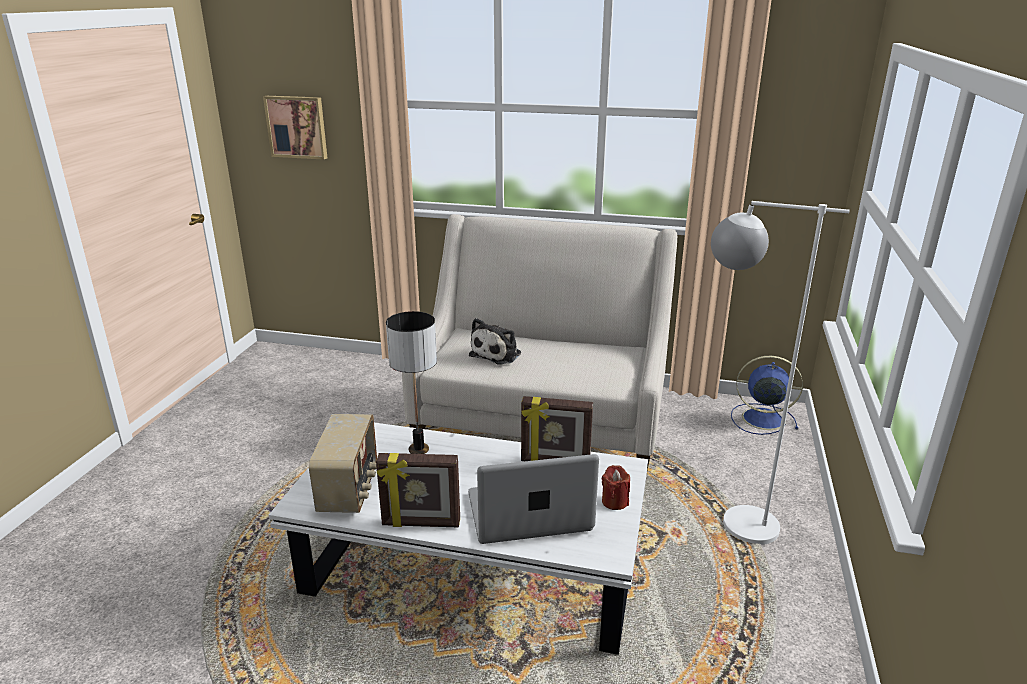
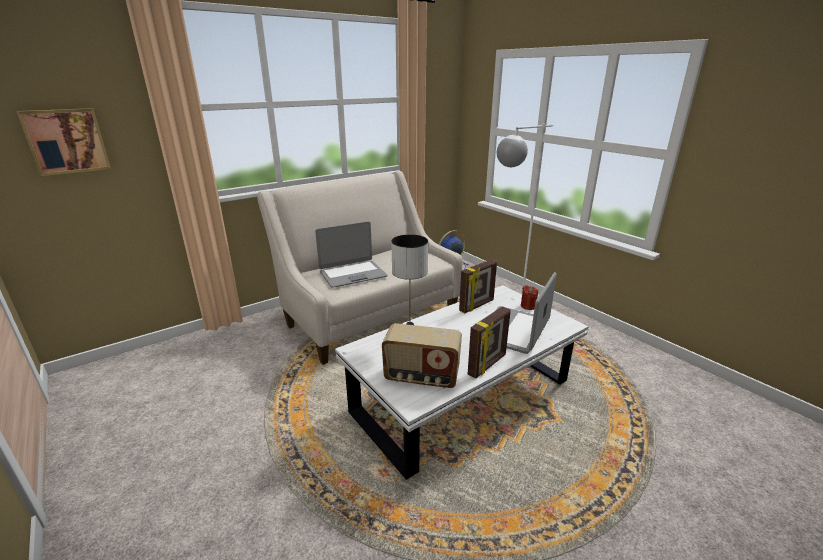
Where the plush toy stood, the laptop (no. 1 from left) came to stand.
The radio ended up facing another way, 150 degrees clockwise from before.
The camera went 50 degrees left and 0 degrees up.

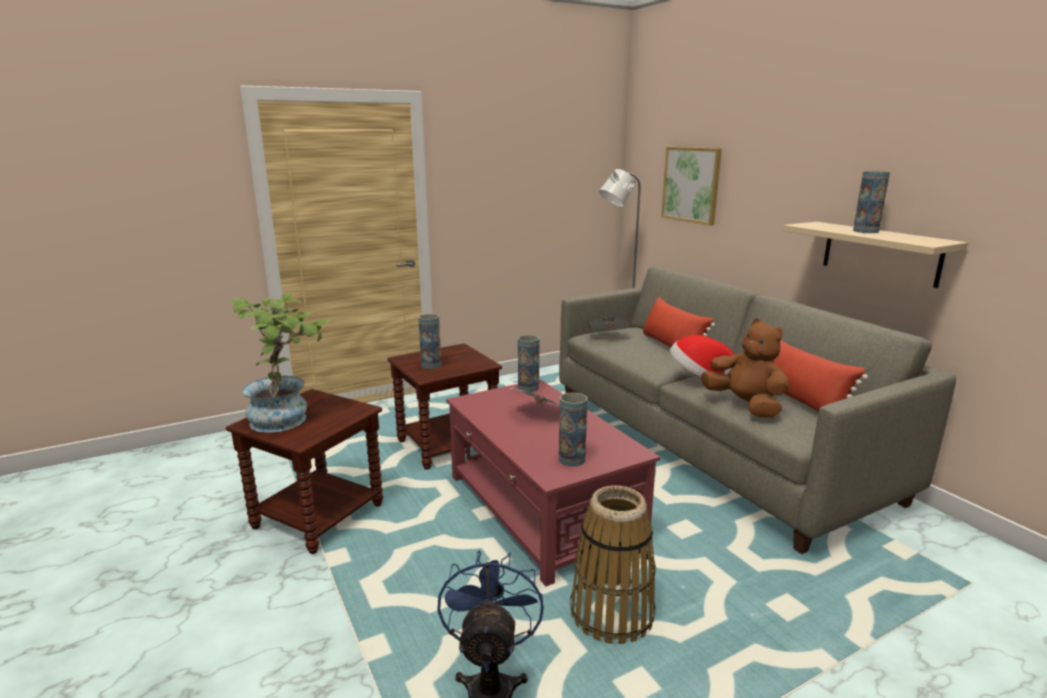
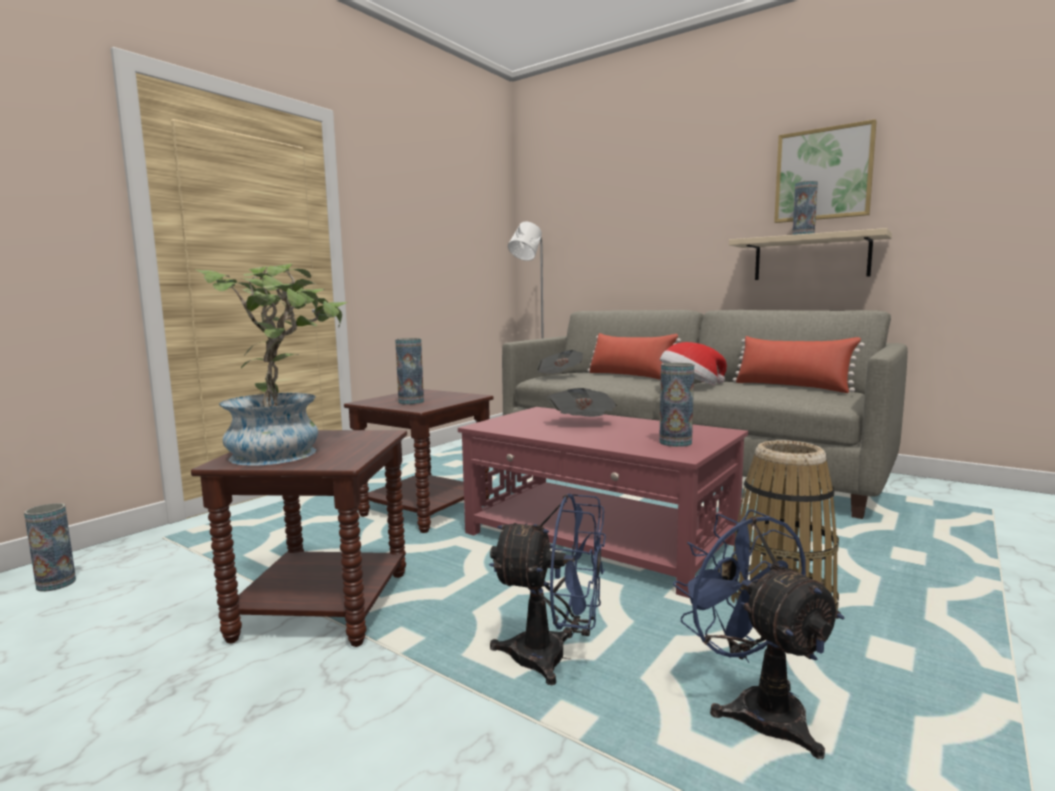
The picture ended up elsewhere.
The second view lost the plush toy (brown).
The vase (no. 2 from left in the first image) ended up elsewhere.
The second view gained the fan (blue) (no. 1 from left).
The camera went 25 degrees left and 10 degrees down.

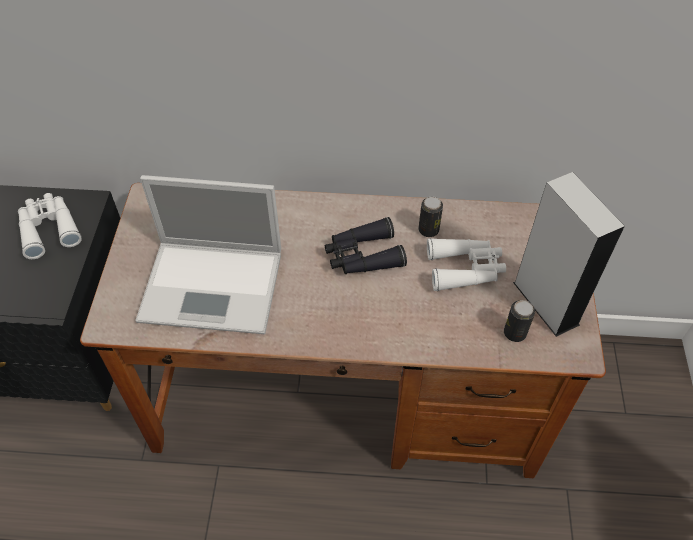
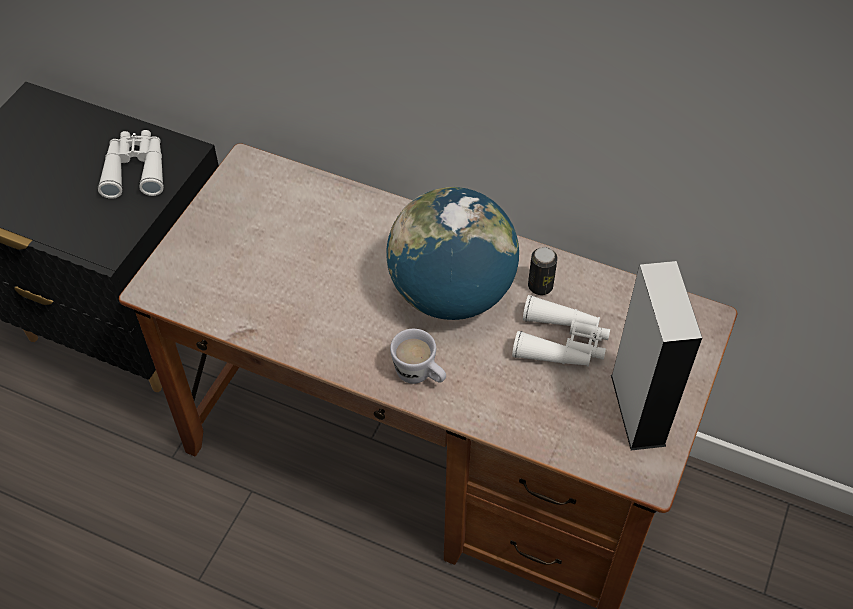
The second view lost the laptop.
Where the binoculars (black) stood, the globe came to stand.
The second view lost the can (no. 2 from left).
The second view gained the mug (white).
The camera went 20 degrees right and 0 degrees up.

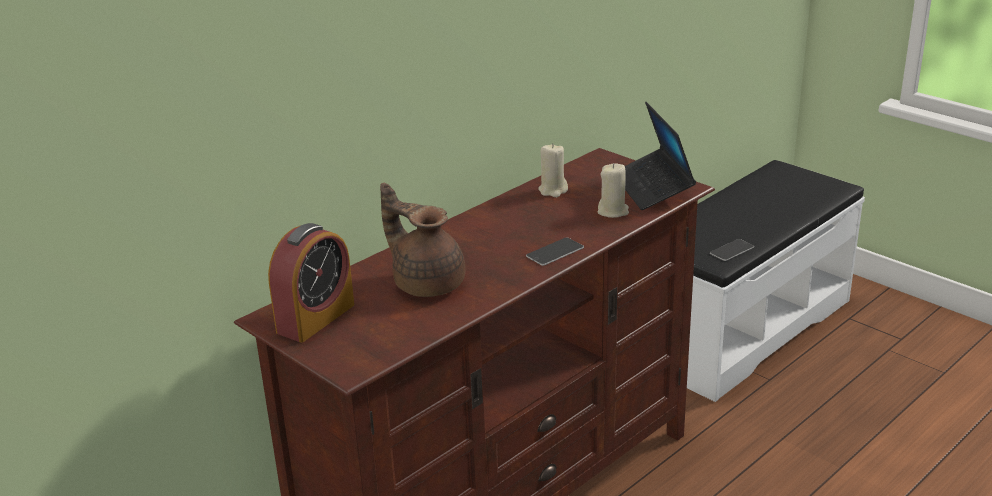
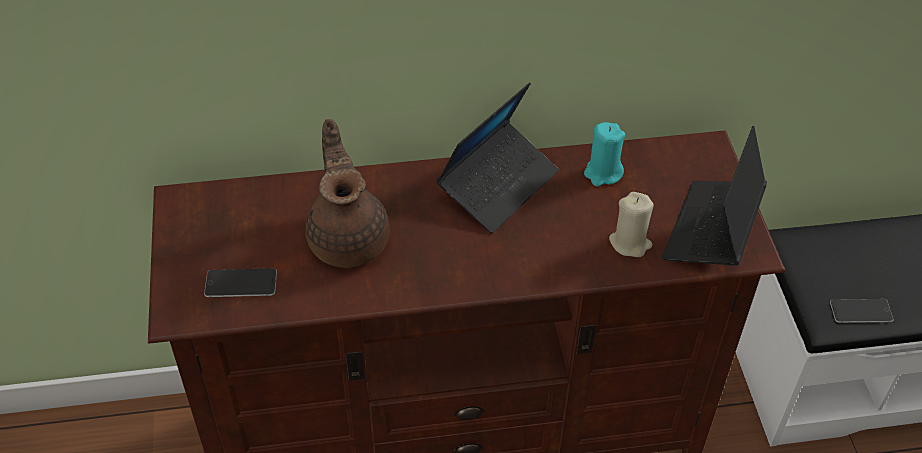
What was the candle (beige) (no. 1 from left) turned into the candle (turquoise).
The second view lost the alarm clock.
The phone (no. 1 from left) ended up elsewhere.
The second view gained the laptop (no. 1 from left).
The camera went 35 degrees right and 20 degrees up.

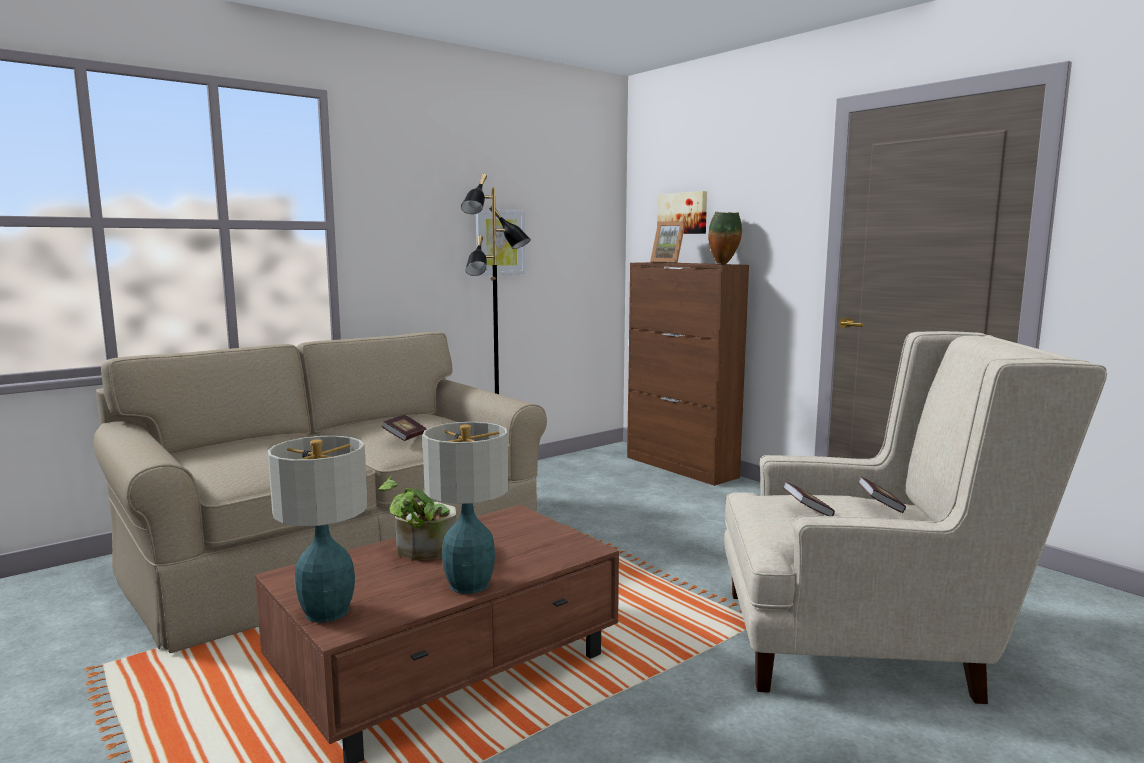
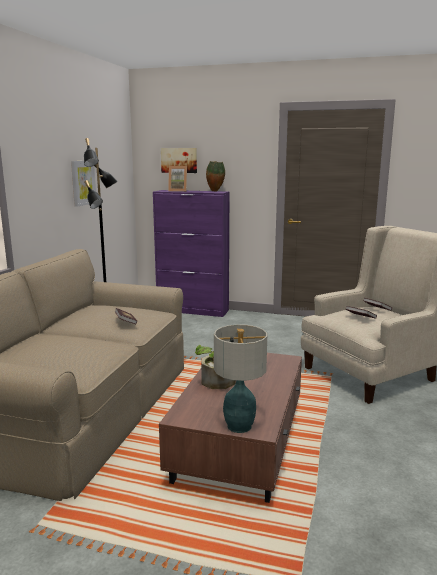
What was the cabinet (brown) turned into the cabinet (purple).
The second view lost the table lamp (no. 2 from left).
The camera went 35 degrees left and 5 degrees up.

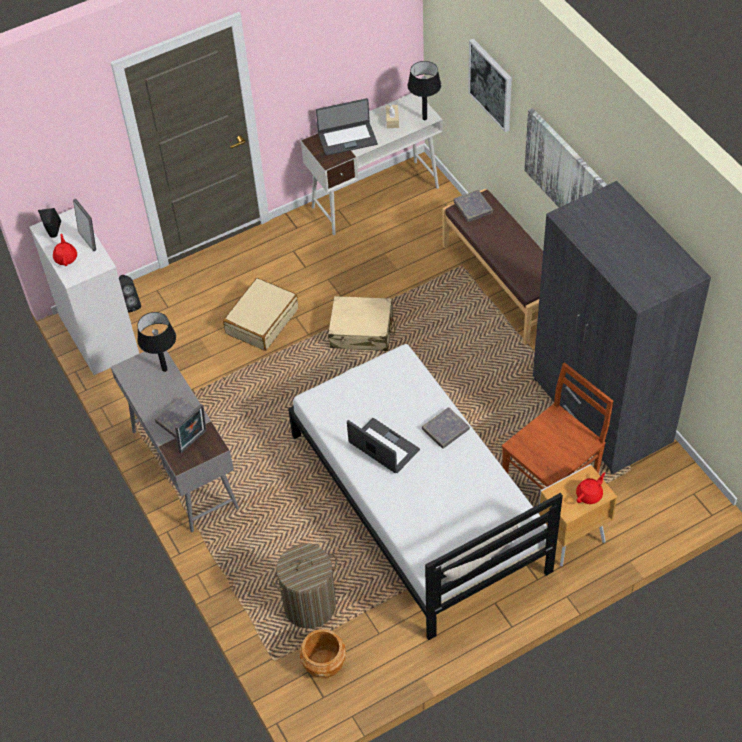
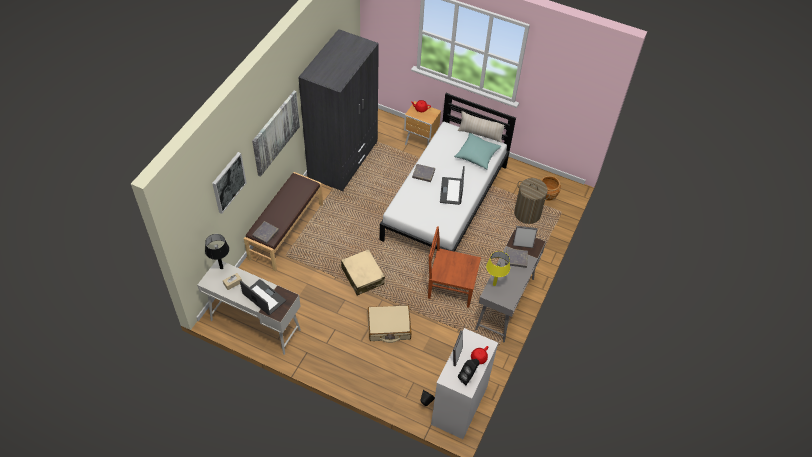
What was the table lamp (black) (no. 1 from left) turned into the table lamp (yellow).
The chair (brown) ended up elsewhere.
The second view gained the pillow (turquoise).
The camera went 130 degrees left and 0 degrees up.

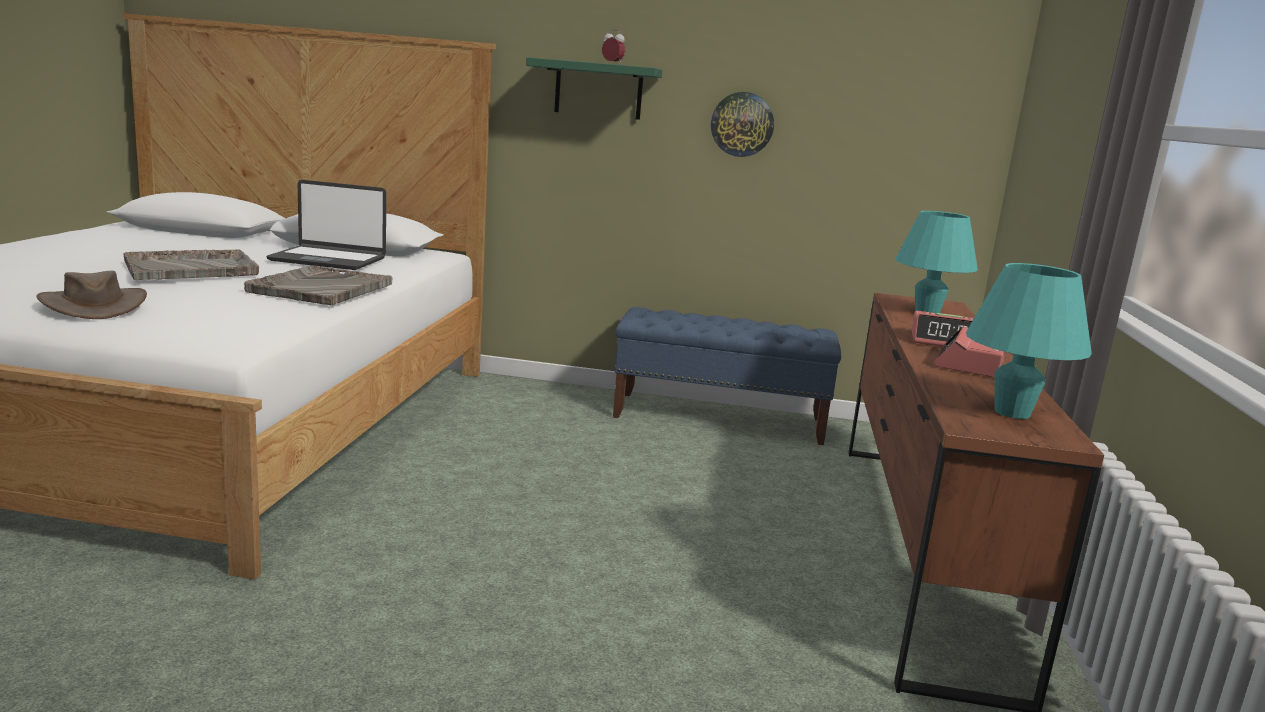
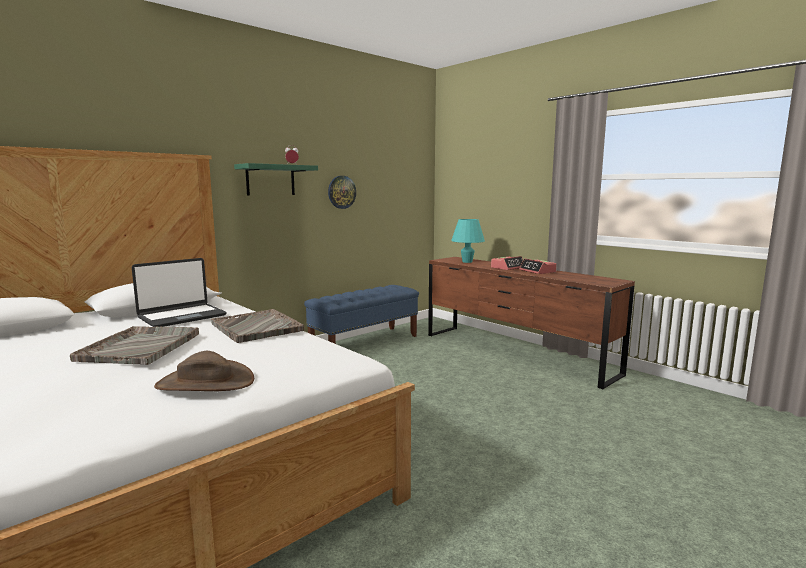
The second view lost the table lamp (turquoise) (no. 2 from left).
The camera went 50 degrees left and 5 degrees down.

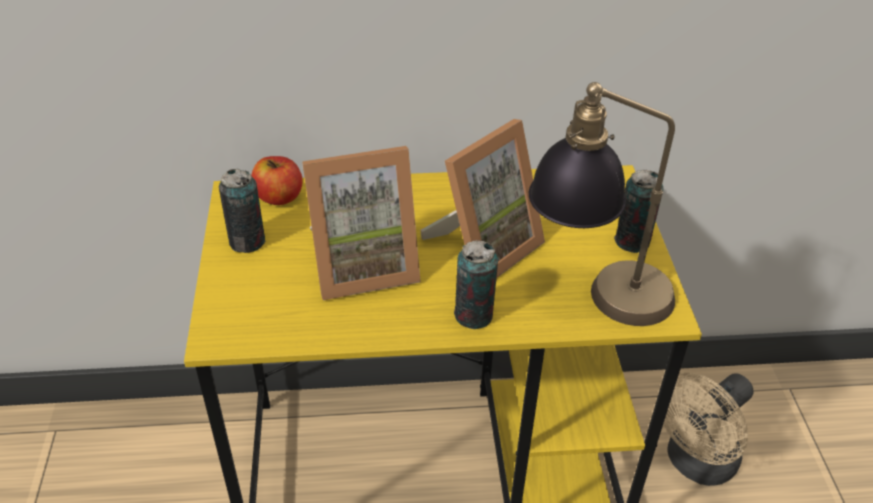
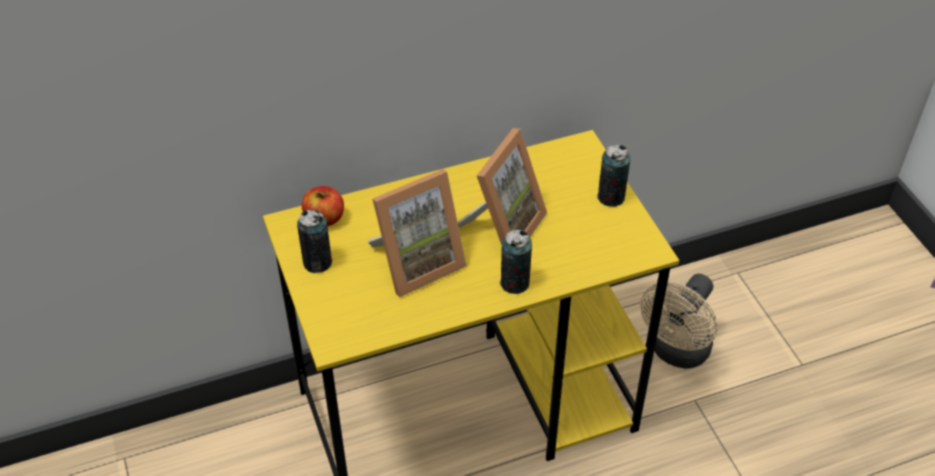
The second view lost the table lamp.
The camera went 15 degrees left and 5 degrees up.

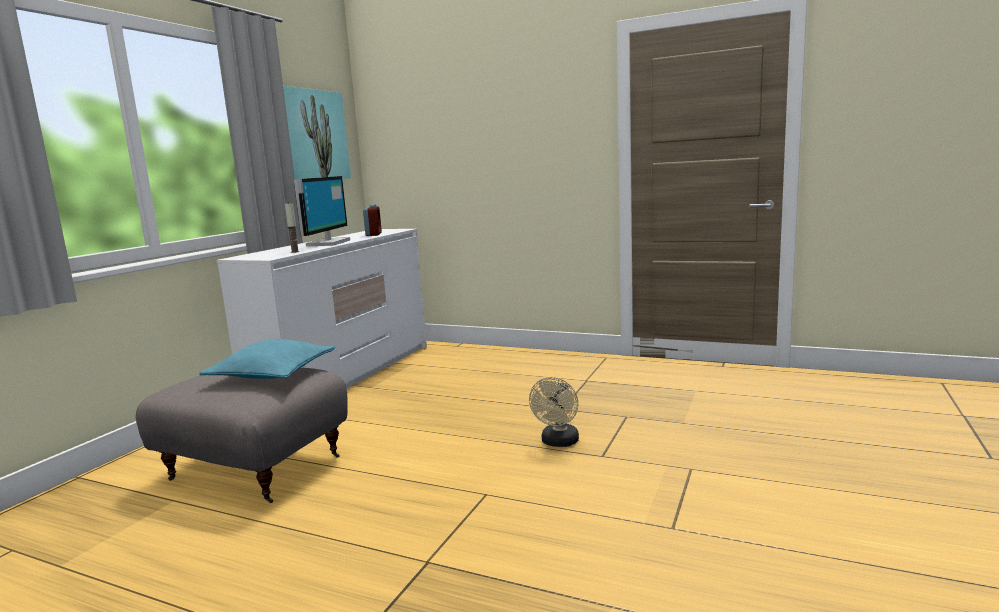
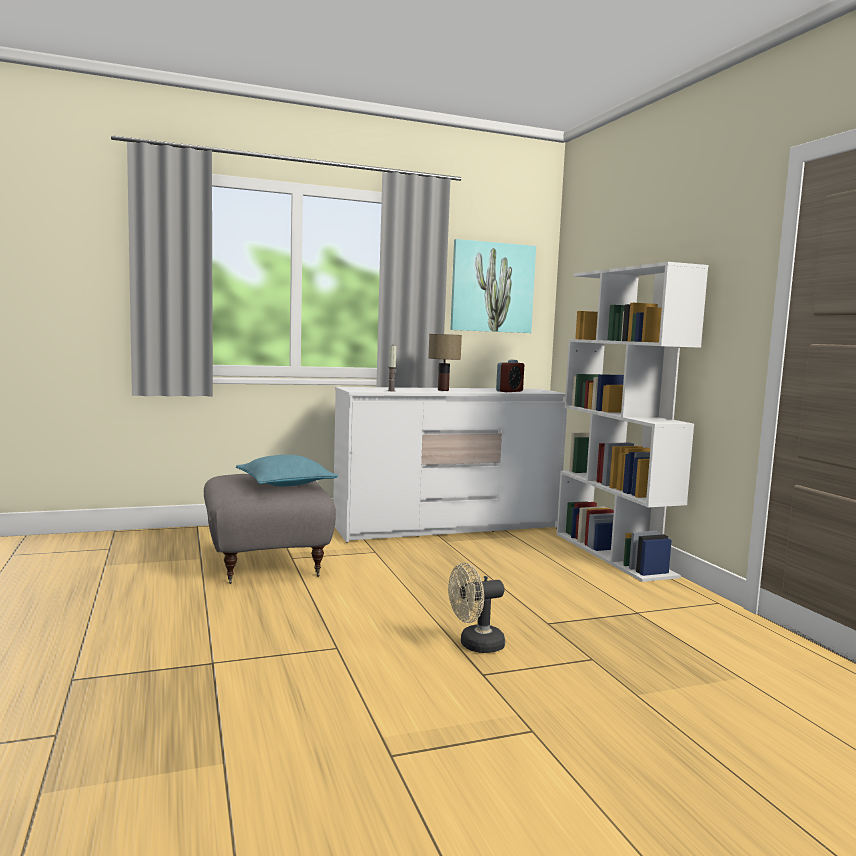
Where the monitor stood, the table lamp came to stand.
The second view gained the bookcase (white).
The camera went 45 degrees right and 5 degrees down.

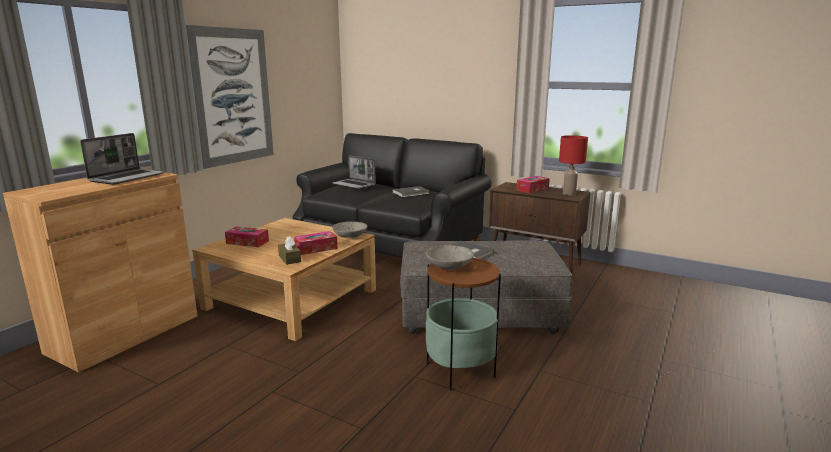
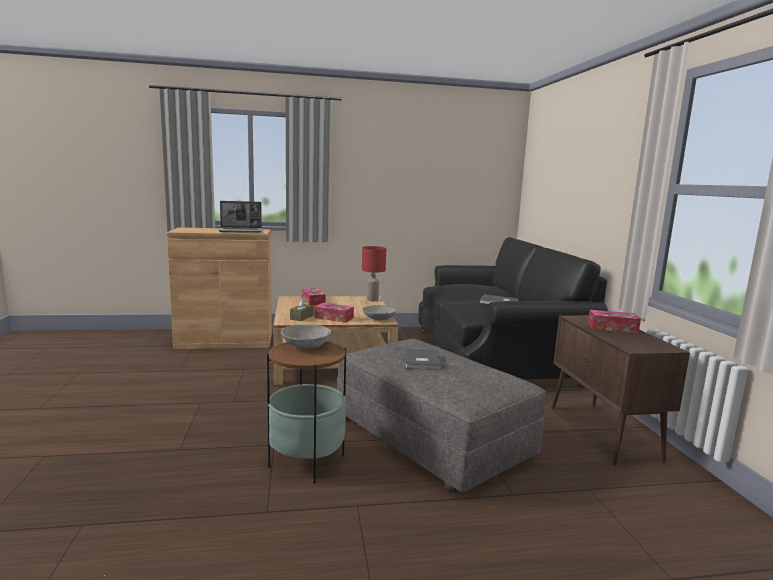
The second view lost the picture.
The table lamp (red) ended up elsewhere.
The second view lost the laptop (no. 2 from left).
The camera went 50 degrees right and 5 degrees down.

